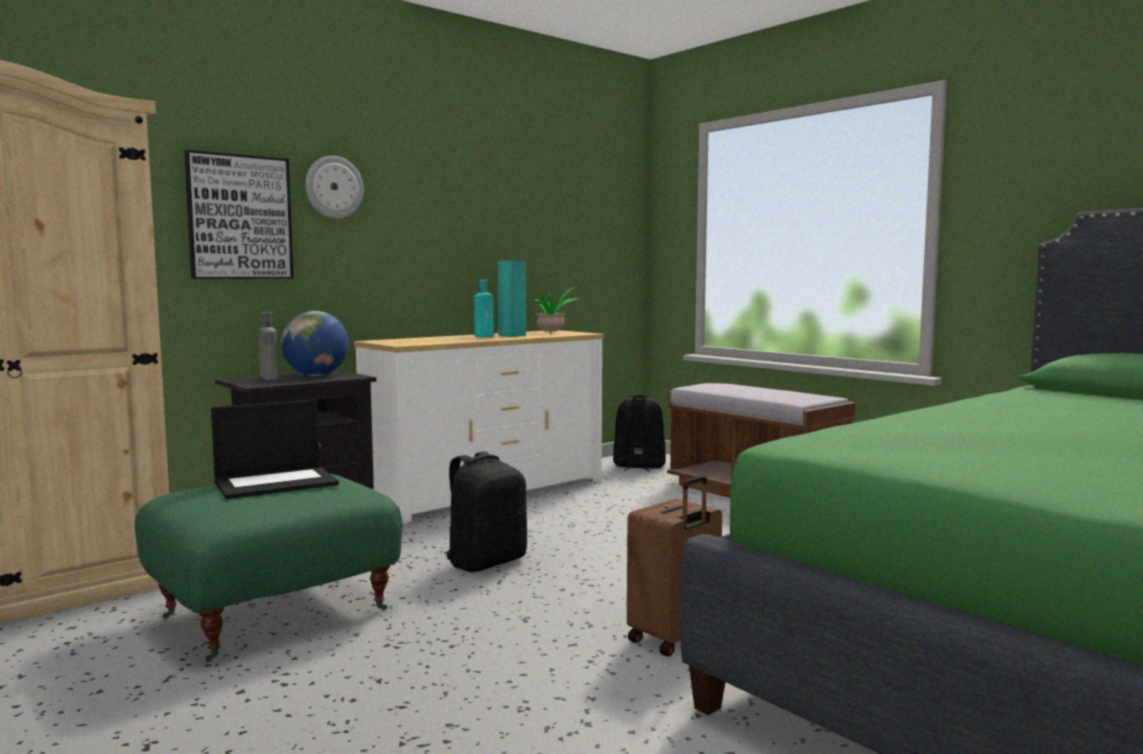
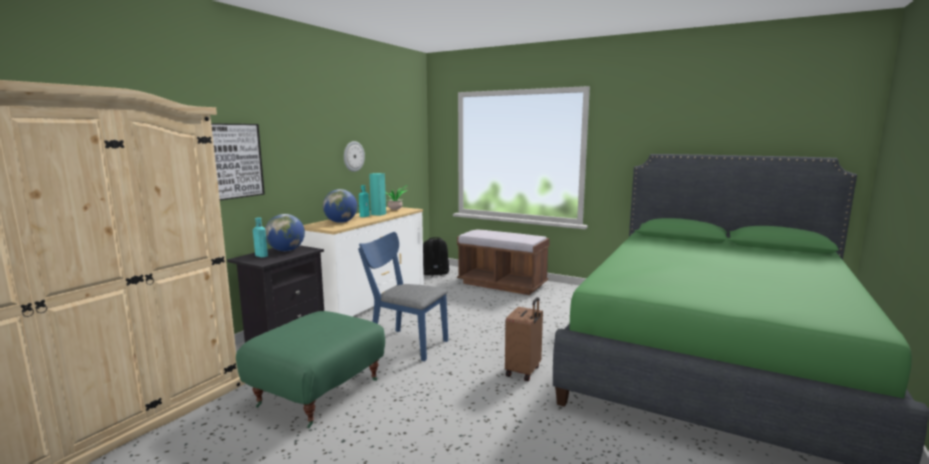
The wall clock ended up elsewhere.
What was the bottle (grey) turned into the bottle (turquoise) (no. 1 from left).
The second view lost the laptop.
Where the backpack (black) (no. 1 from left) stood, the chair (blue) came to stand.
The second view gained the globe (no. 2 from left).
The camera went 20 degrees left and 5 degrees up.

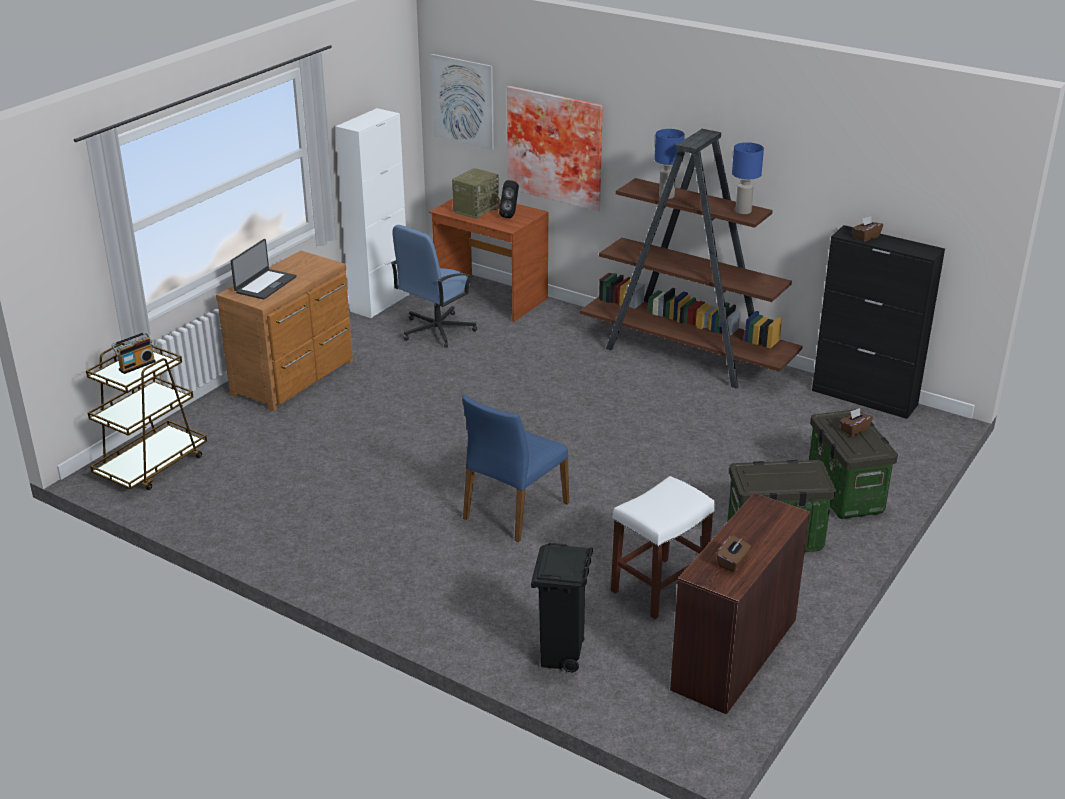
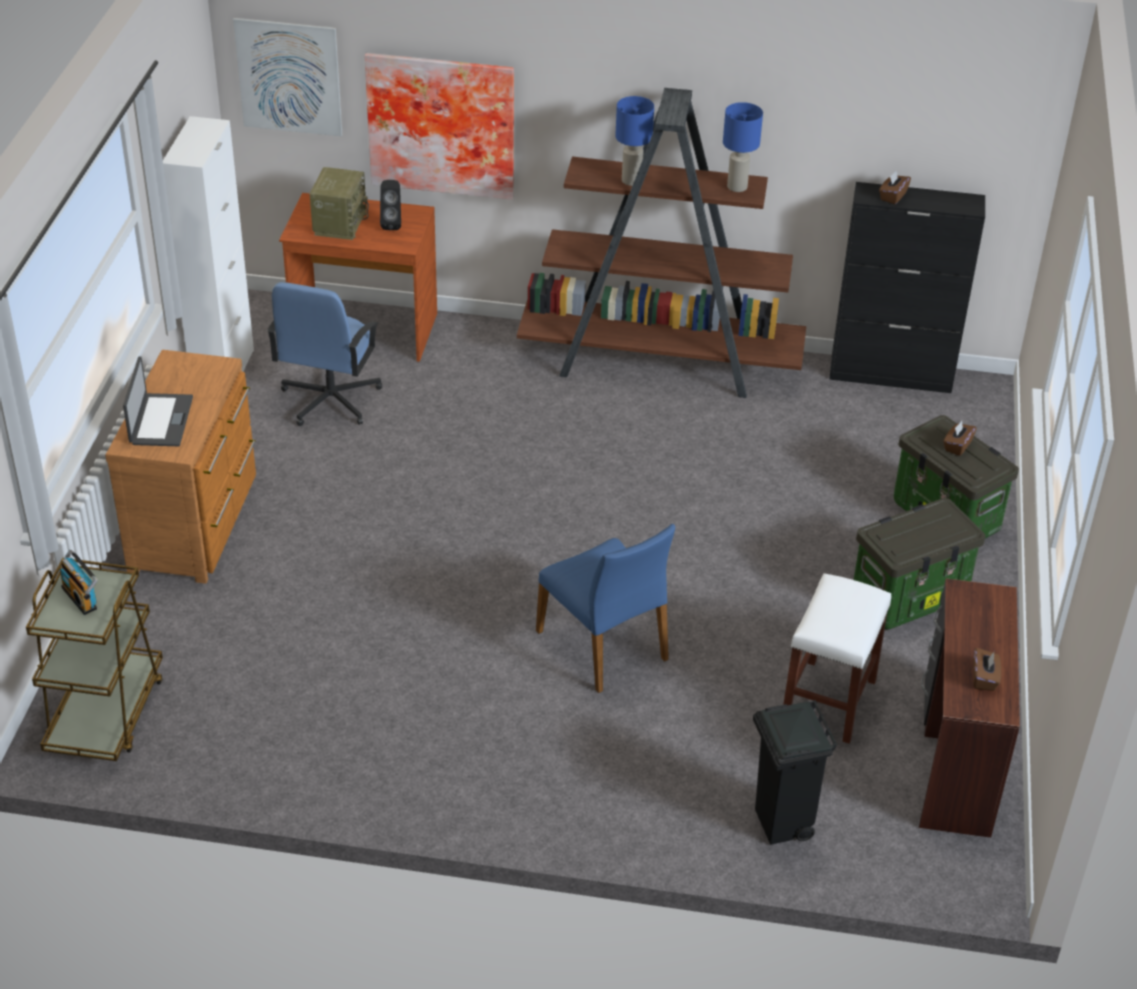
The radio (no. 1 from left) ended up facing another way, 120 degrees clockwise from before.
The chair (blue) ended up facing another way, 45 degrees counterclockwise from before.
The camera went 25 degrees left and 10 degrees up.

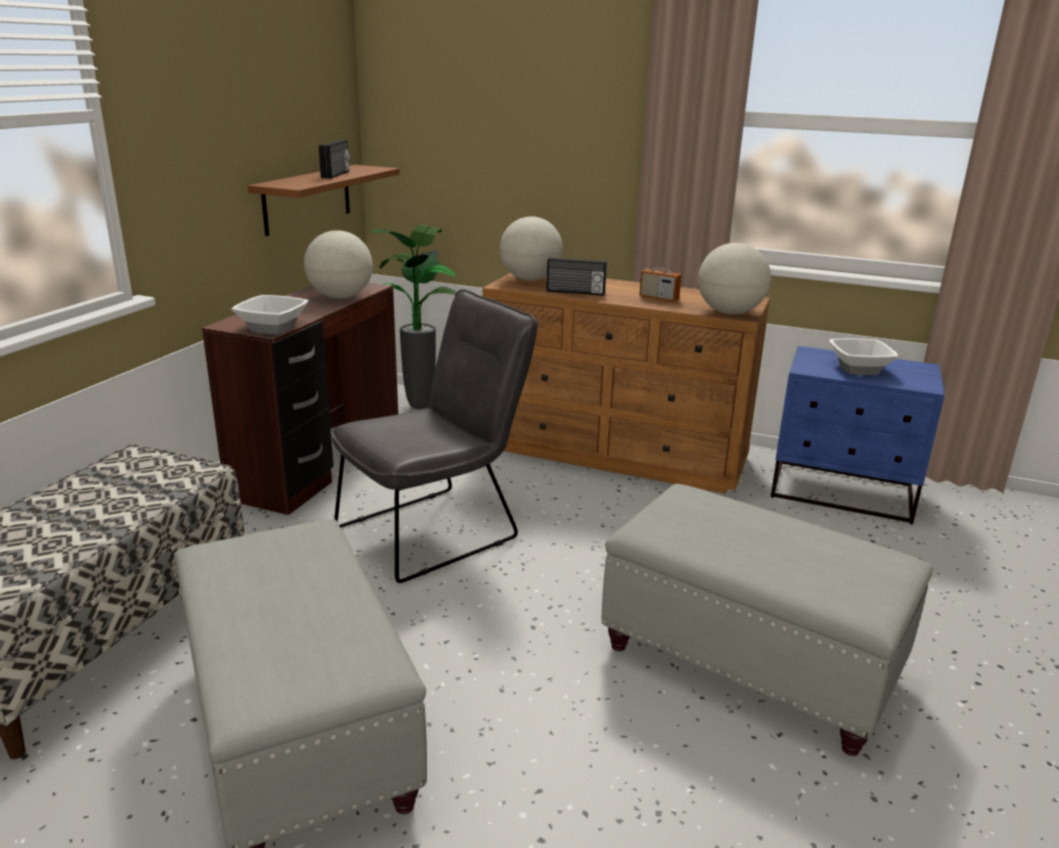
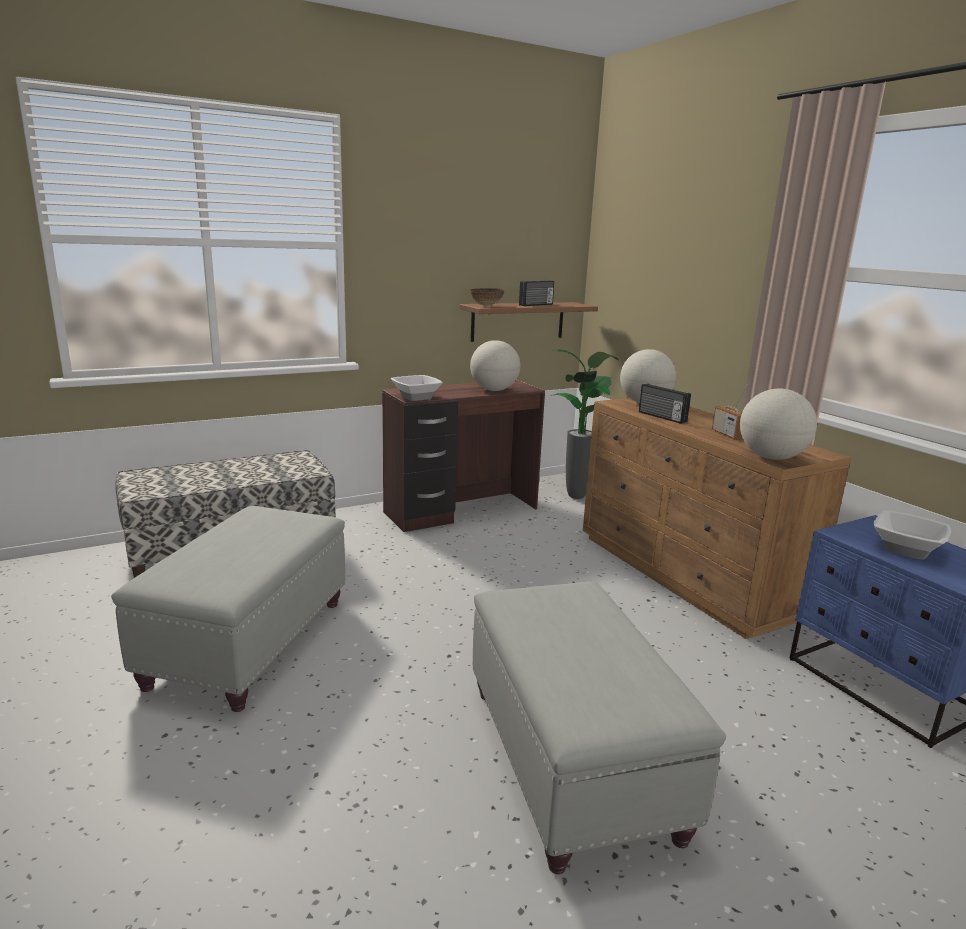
The second view lost the chair (grey).
The second view gained the bowl (no. 2 from left).
The camera went 40 degrees right and 5 degrees down.

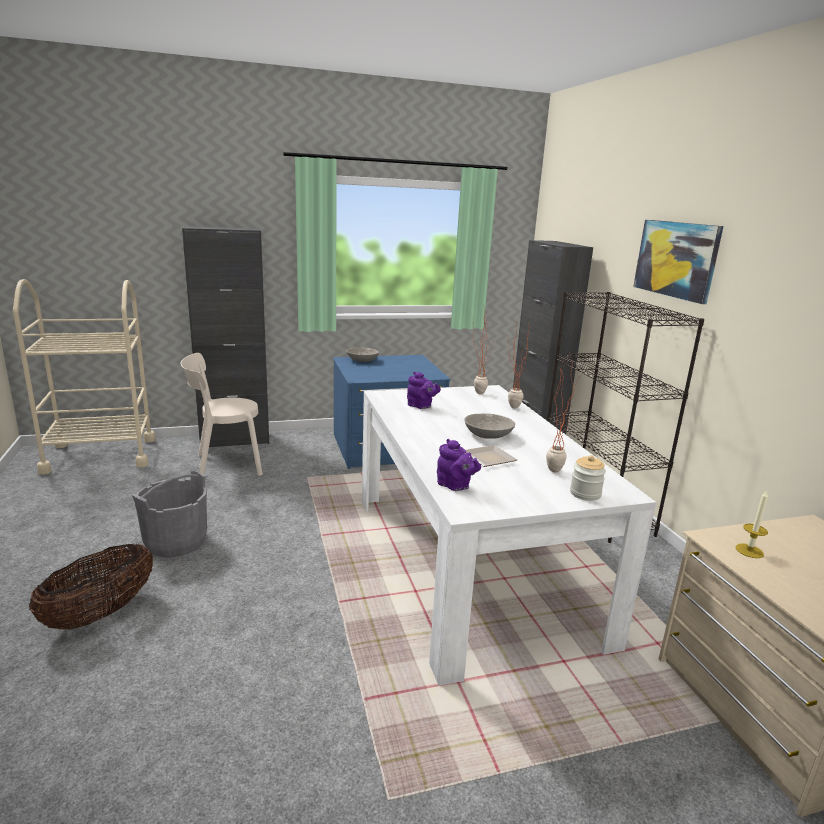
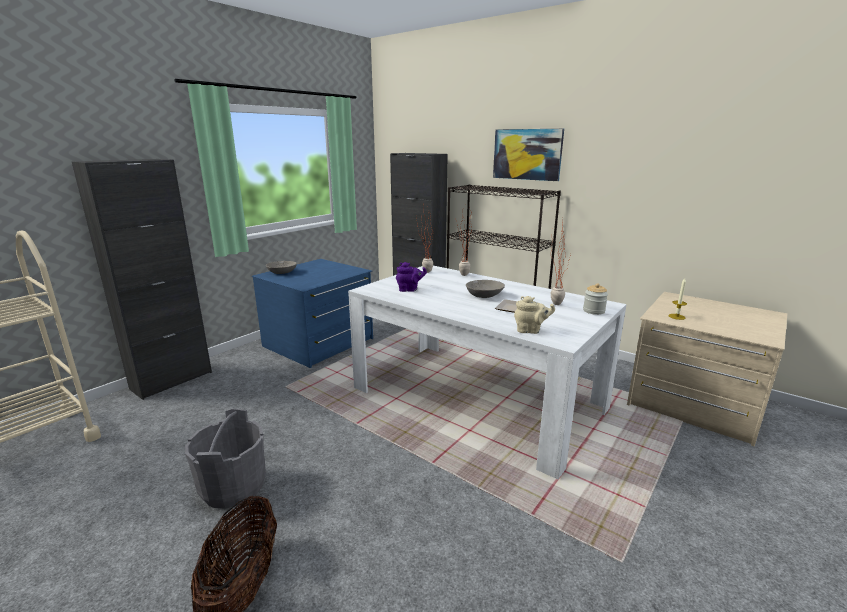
The second view lost the chair (beige).
What was the teapot (purple) (no. 2 from left) turned into the teapot (beige).
The camera went 35 degrees left and 0 degrees up.

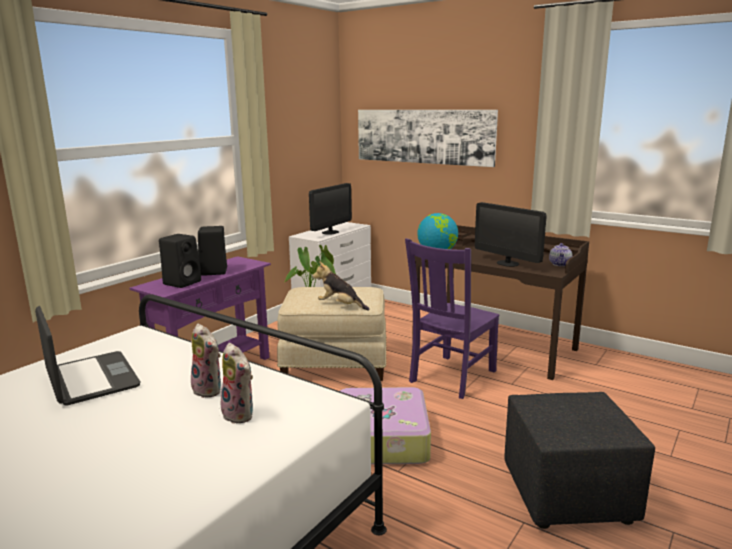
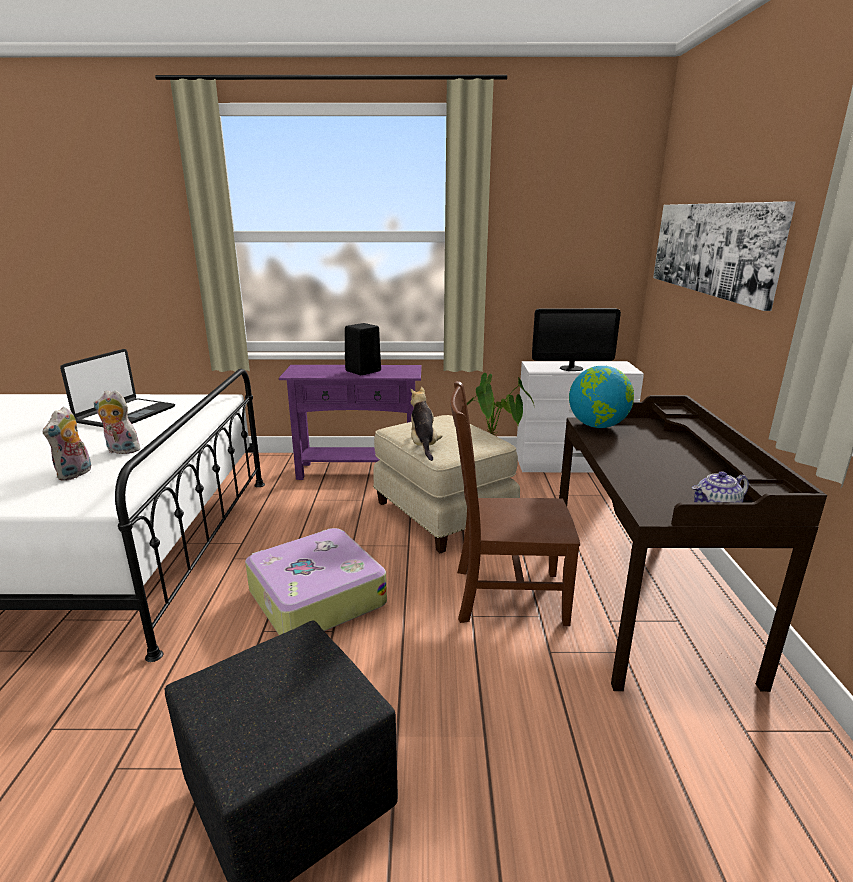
The second view lost the monitor (no. 2 from left).
The second view lost the speaker (black) (no. 1 from left).
What was the chair (purple) turned into the chair (brown).
The plush toy (no. 1 from left in the first image) ended up facing another way, 90 degrees clockwise from before.
The camera went 55 degrees right and 5 degrees up.

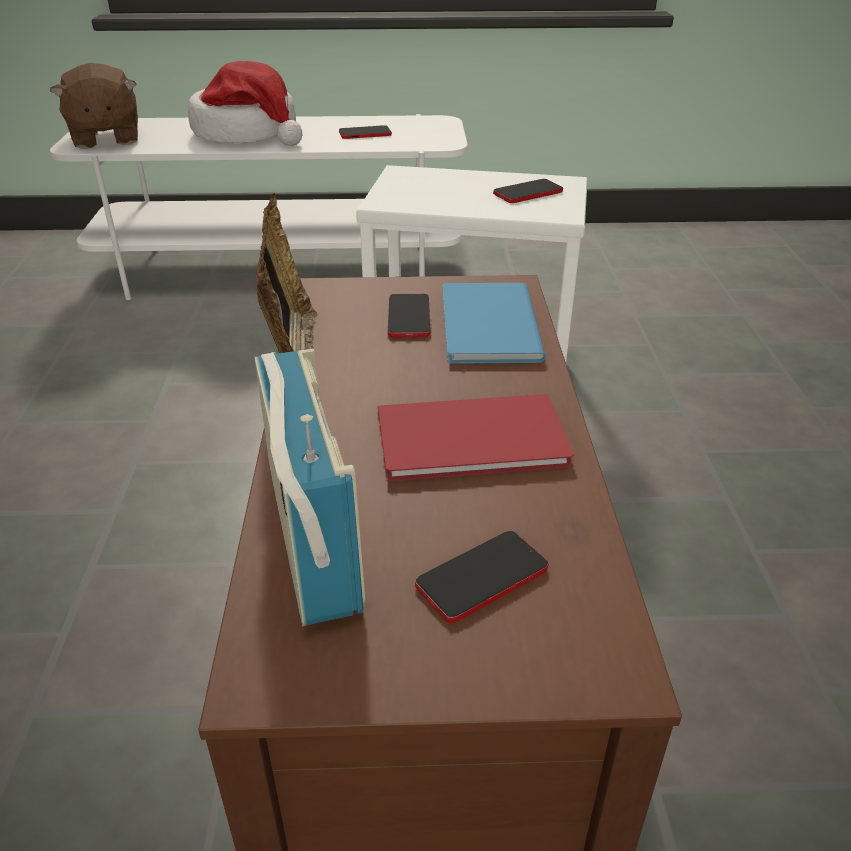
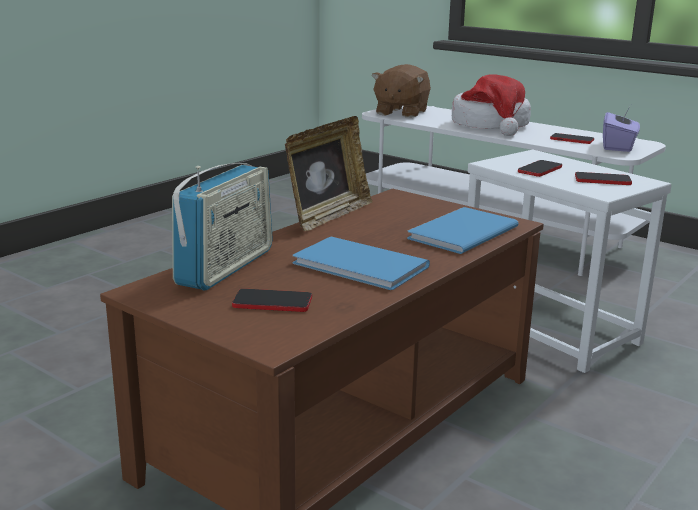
The phone (no. 2 from left) ended up elsewhere.
What was the book (red) turned into the book (blue) (no. 1 from left).
The second view gained the tissue box (purple).
The camera went 40 degrees right and 15 degrees down.

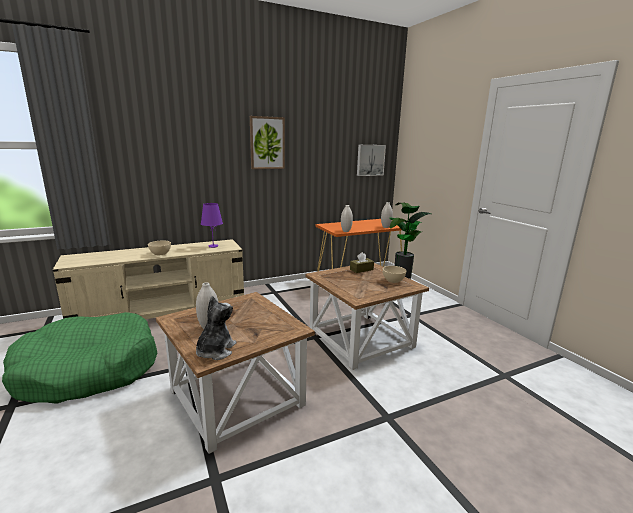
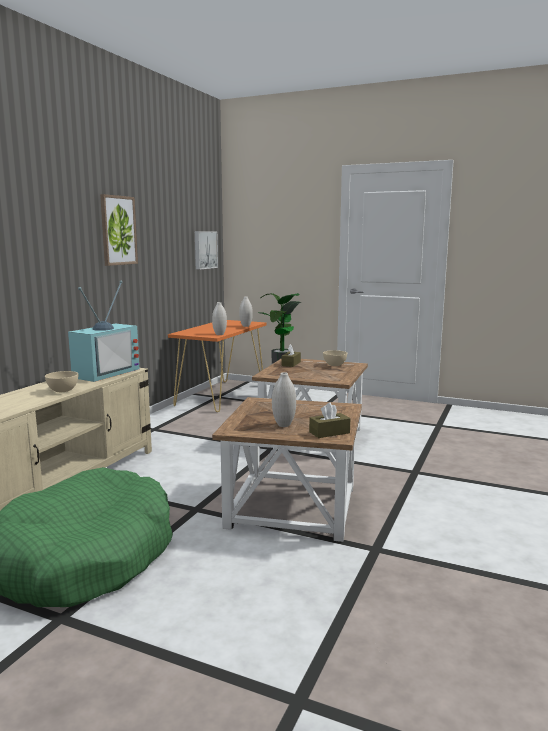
Where the table lamp (purple) stood, the television came to stand.
Where the plush toy stood, the tissue box (brown) (no. 2 from left) came to stand.
The camera went 40 degrees left and 5 degrees down.

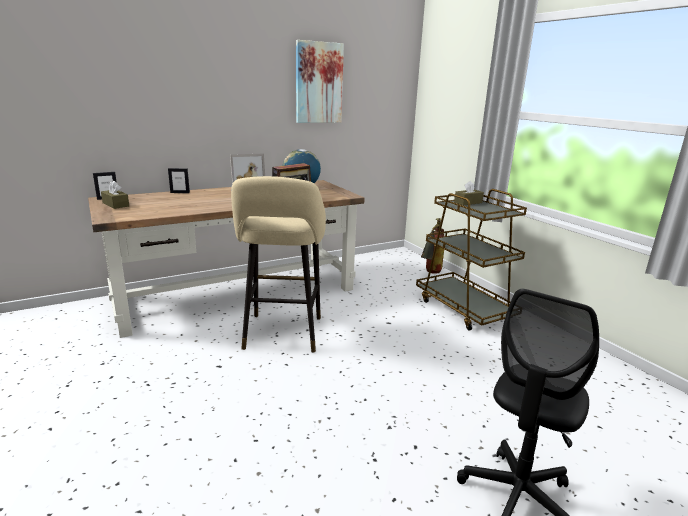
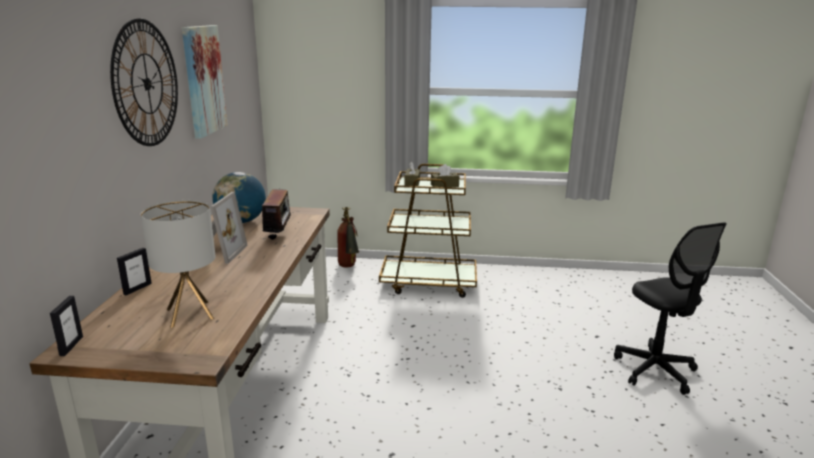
The second view lost the stool (beige).
The tissue box (brown) (no. 1 from left in the first image) ended up elsewhere.
The second view gained the wall clock.
The second view gained the table lamp.
The camera went 55 degrees left and 0 degrees up.

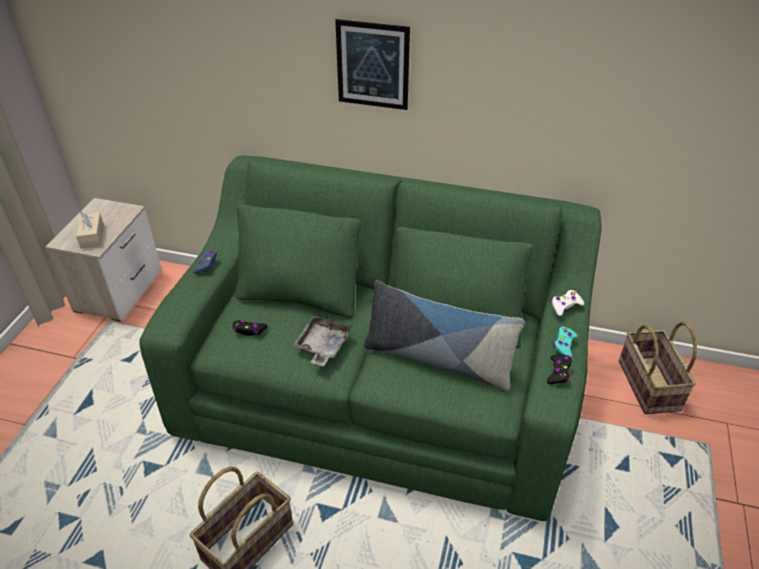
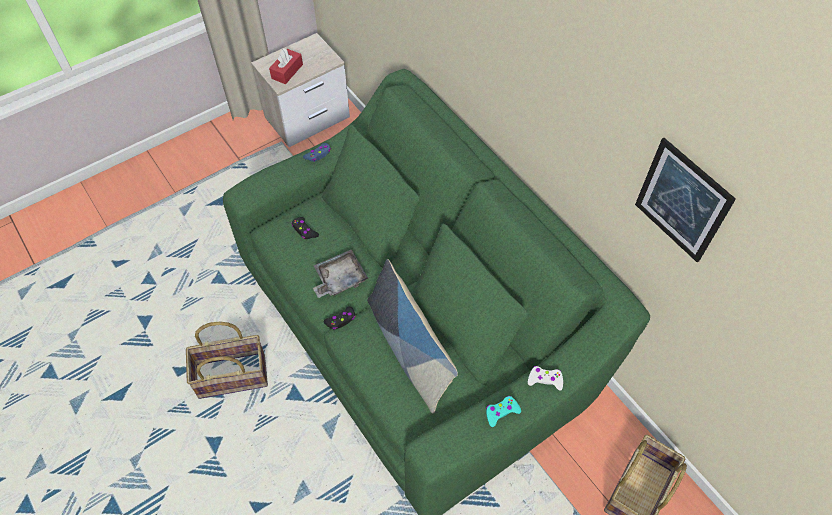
The picture ended up elsewhere.
What was the tissue box (beige) turned into the tissue box (red).
The game controller (black) (no. 2 from left) ended up elsewhere.
The camera went 40 degrees right and 15 degrees up.

